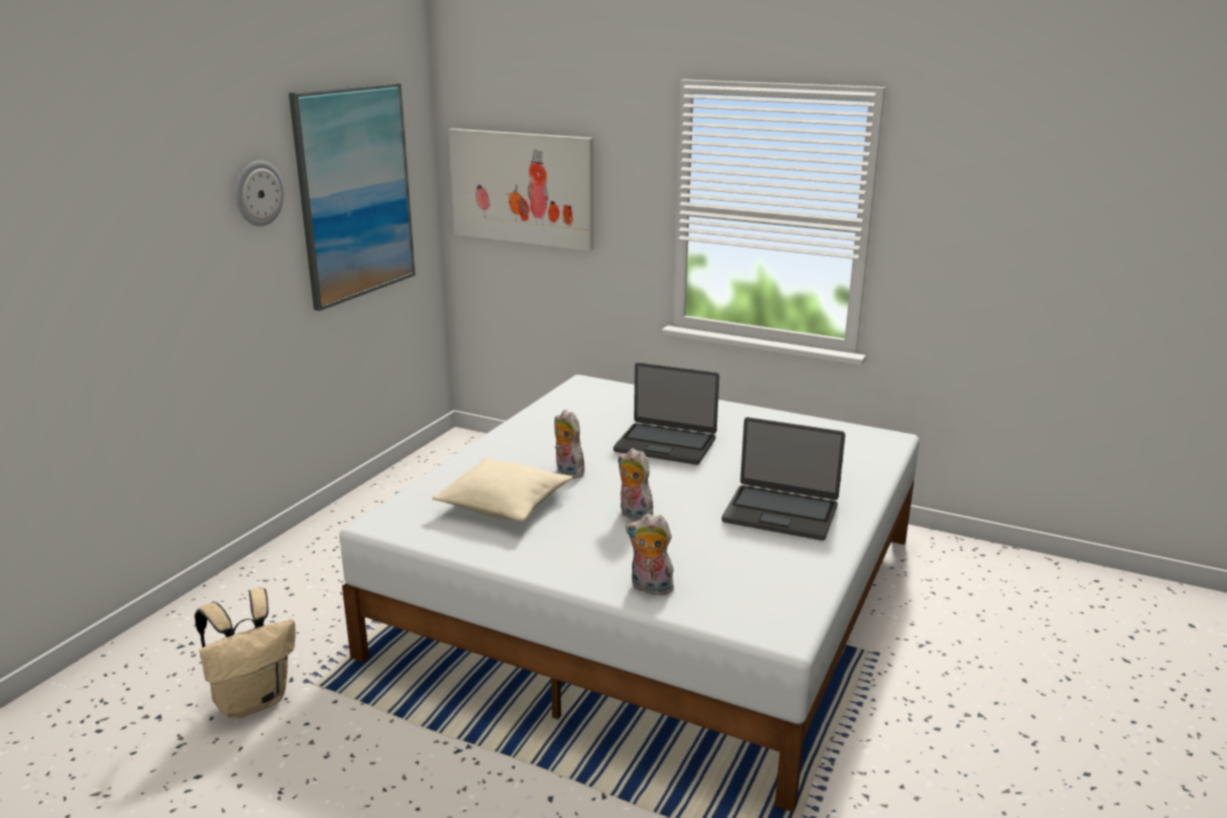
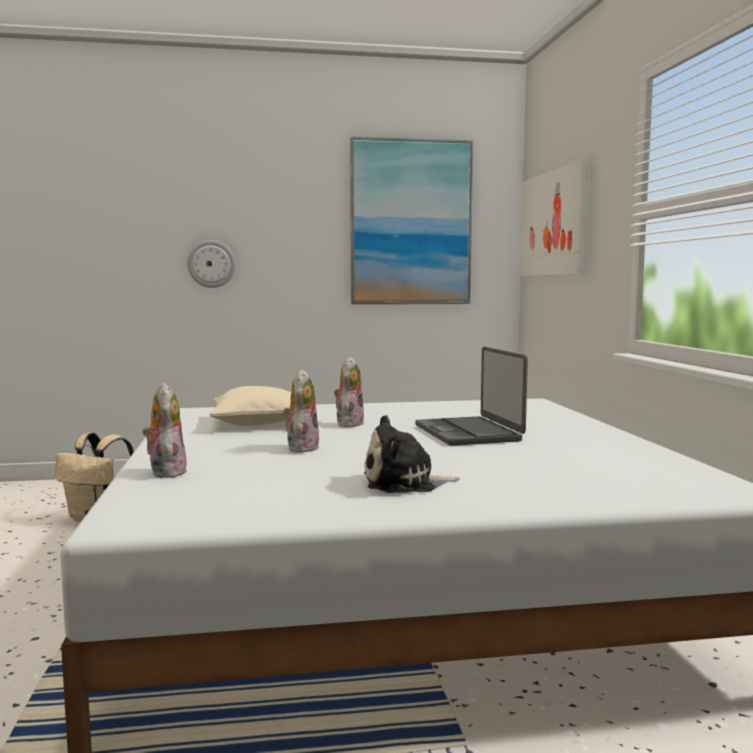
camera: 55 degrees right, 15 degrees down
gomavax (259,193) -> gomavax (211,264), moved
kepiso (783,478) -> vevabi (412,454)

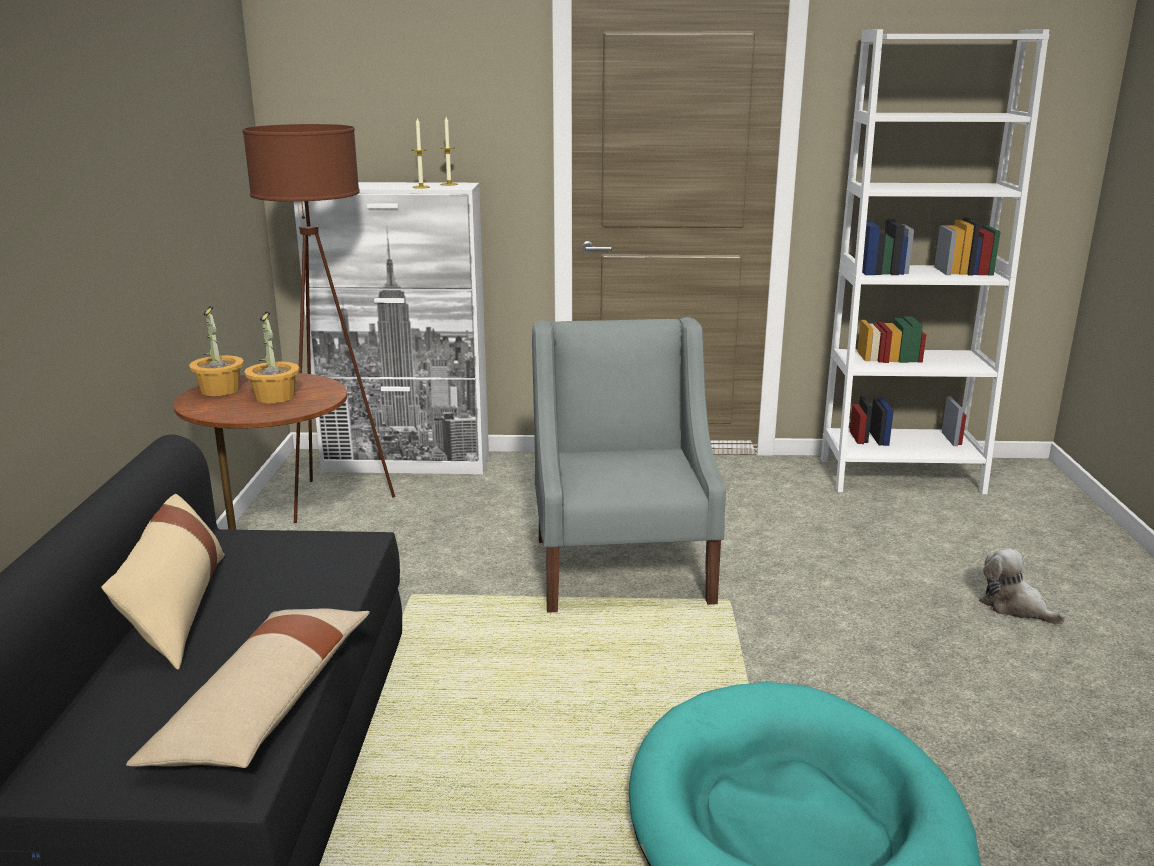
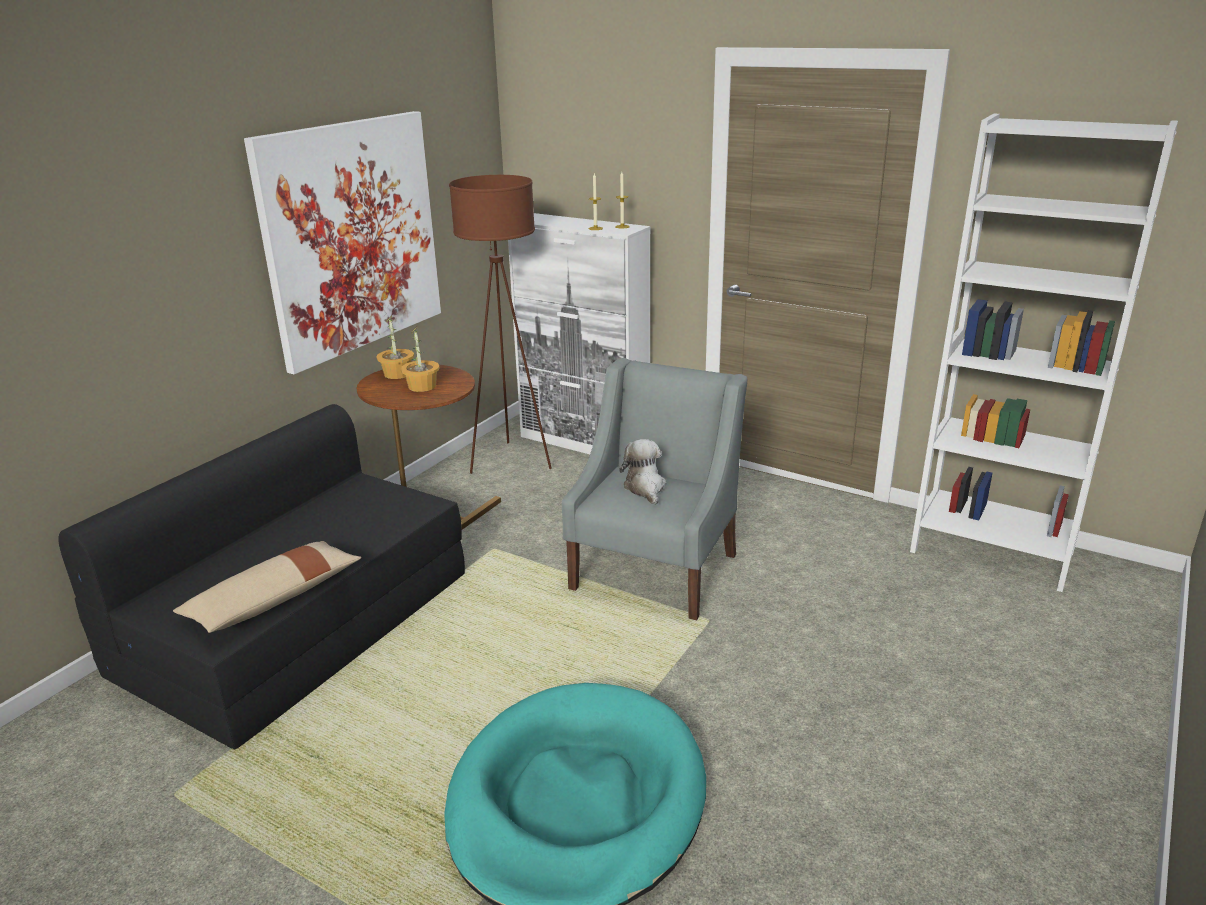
camera: 30 degrees right, 5 degrees up
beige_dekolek (163,582) -> none
vevabi (1023,586) -> vevabi (642,472), moved
none -> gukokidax (342,242)

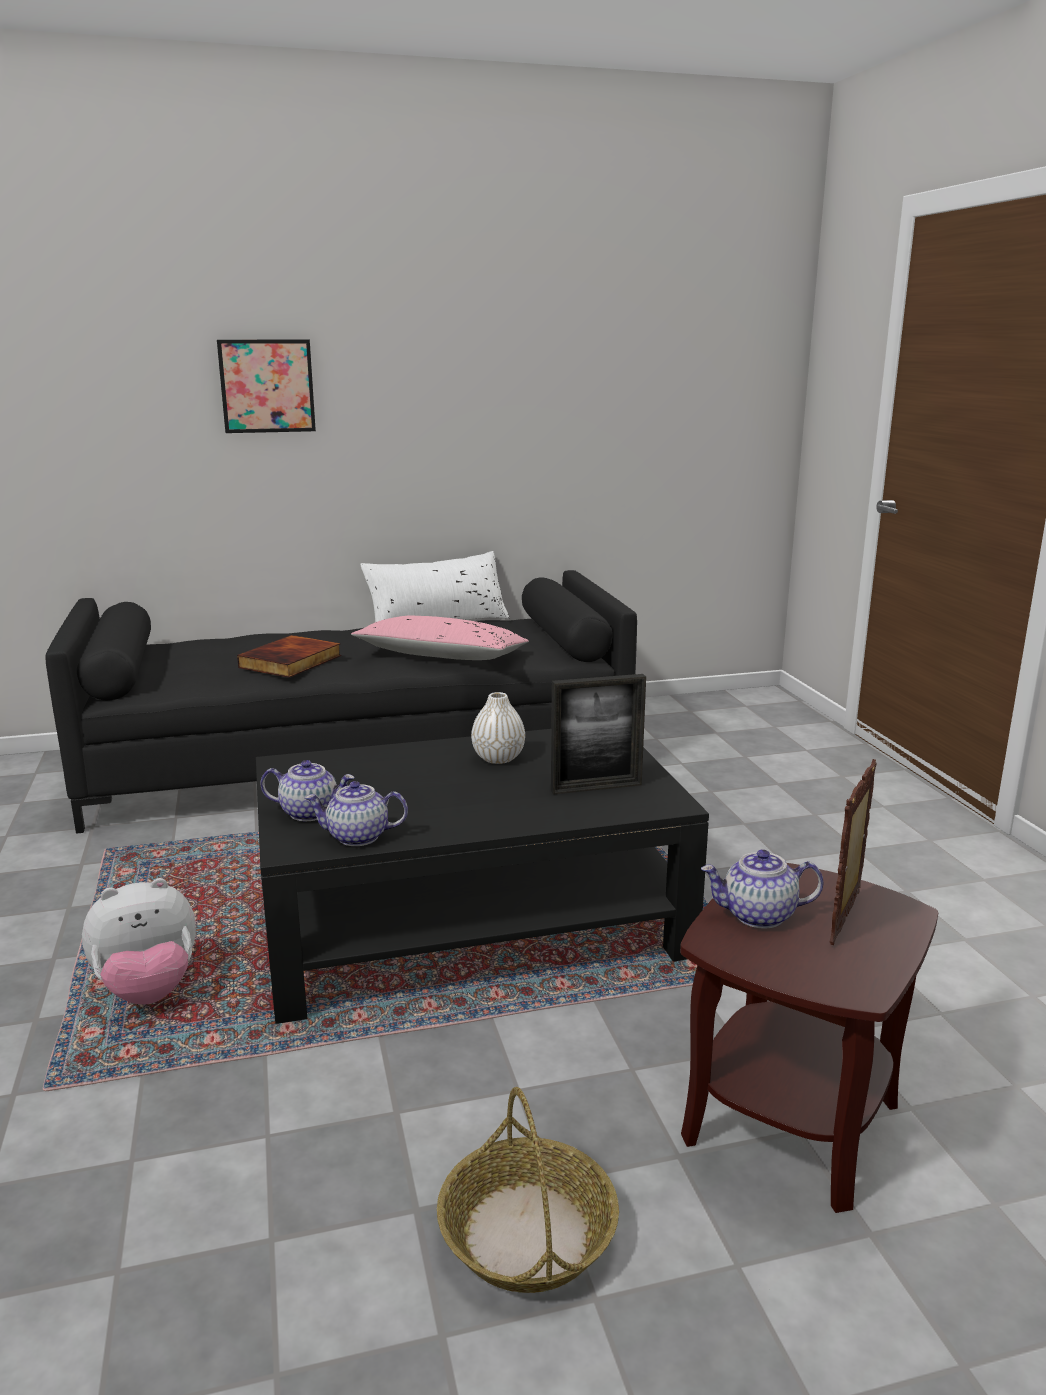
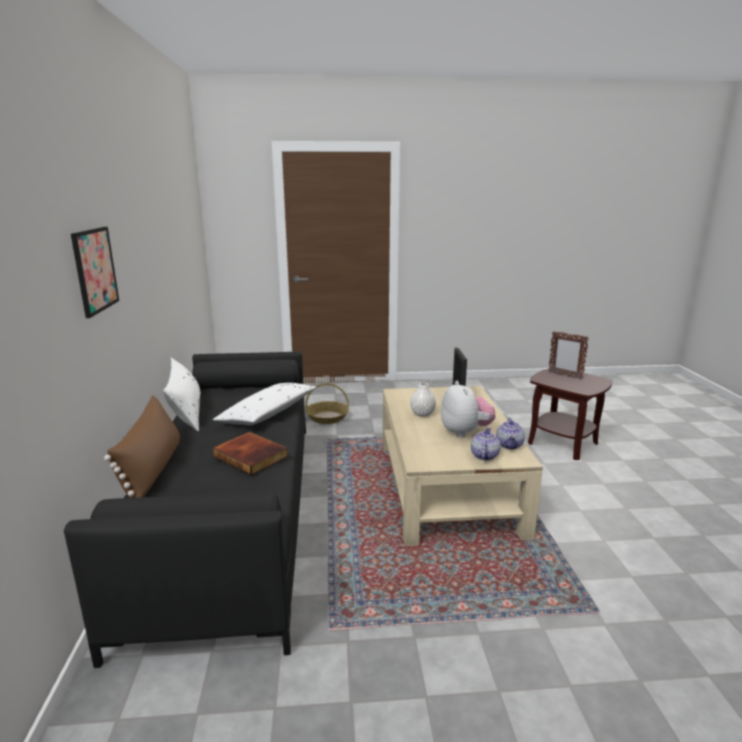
camera: 80 degrees left, 0 degrees up
pink_dekolek (440,638) -> white_dekolek (265,404)
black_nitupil (482,876) -> beige_nitupil (463,466)
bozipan (762,888) -> none
vevabi (139,941) -> vevabi (468,409), moved
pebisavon (528,1190) -> pebisavon (327,403), moved
none -> brown_dekolek (142,446)

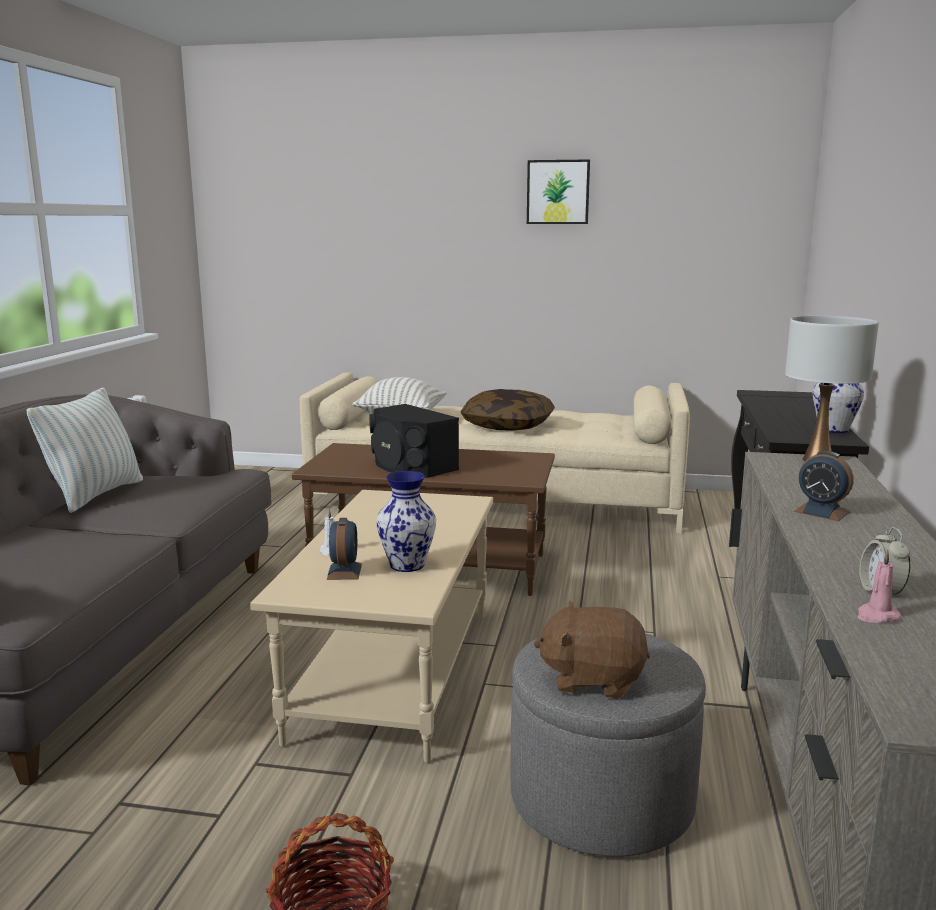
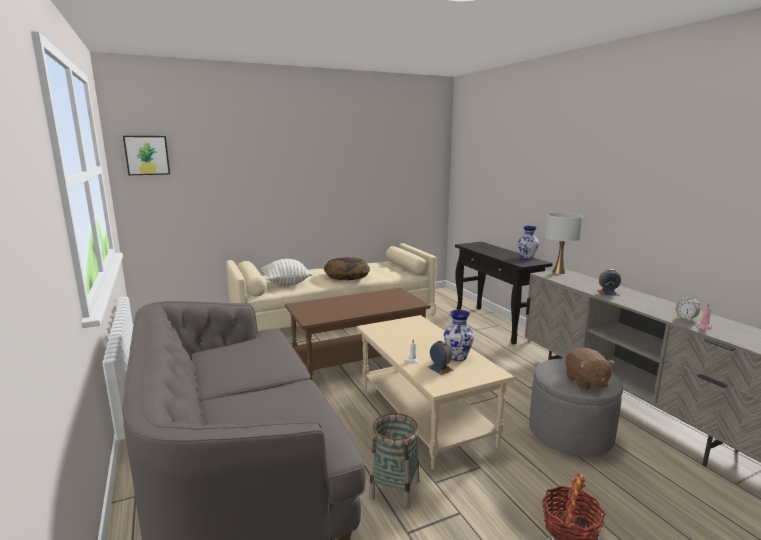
camera: 35 degrees left, 0 degrees up
gukokidax (558,191) -> gukokidax (146,155), moved
dekolek (85,450) -> none
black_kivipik (414,441) -> none
brown_vevabi (592,650) -> brown_vevabi (590,369), 75 degrees counterclockwise
none -> pebisavon (394,461)

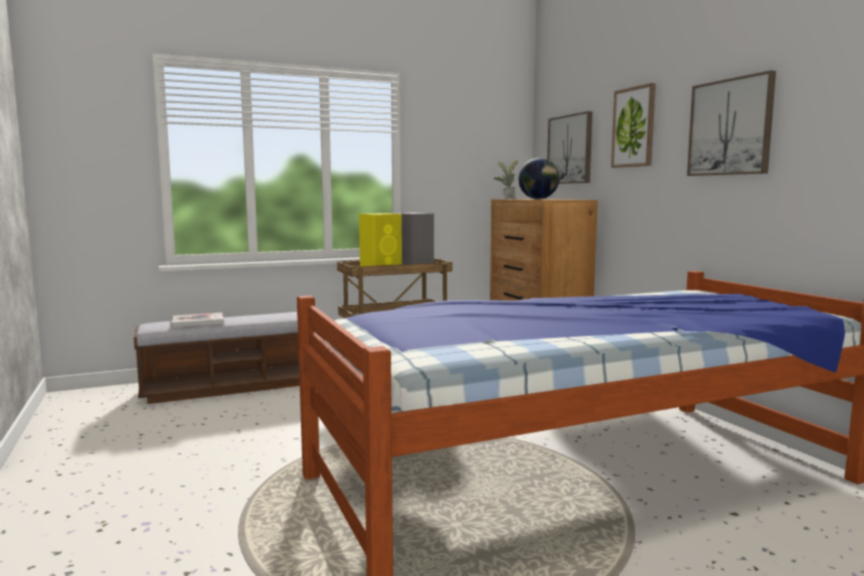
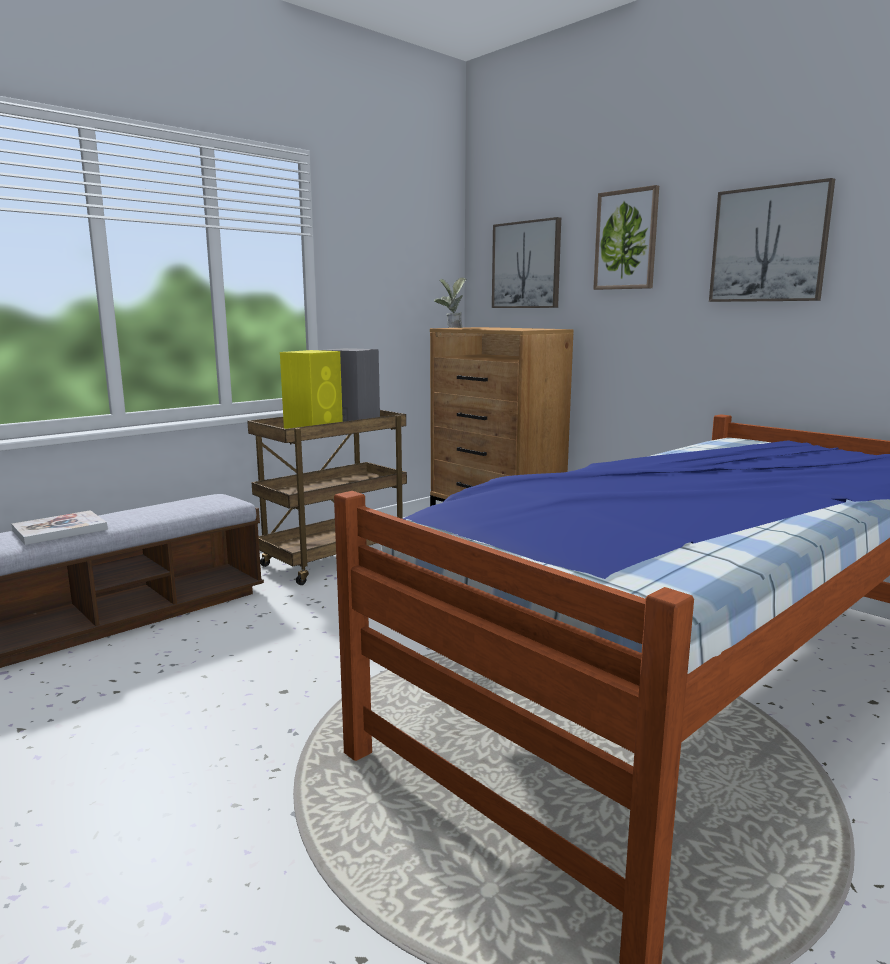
camera: 20 degrees left, 5 degrees up
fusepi (539,179) -> none

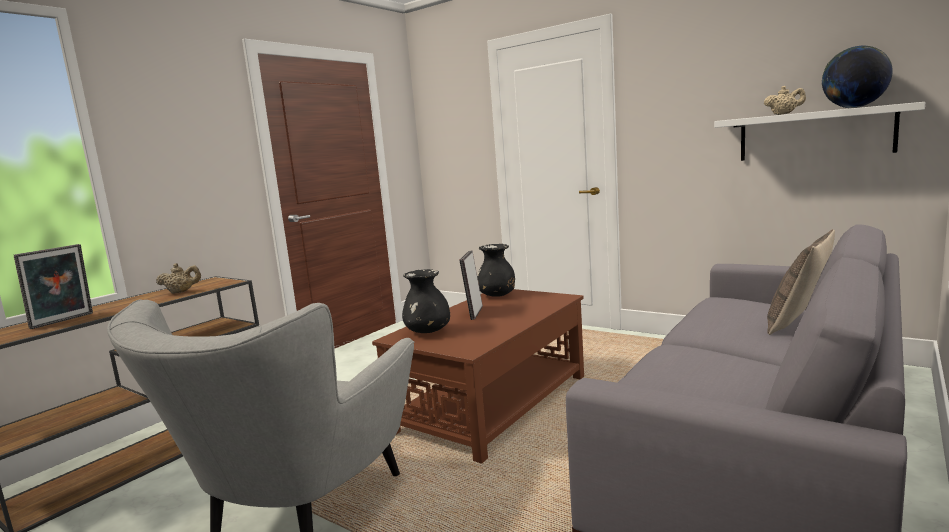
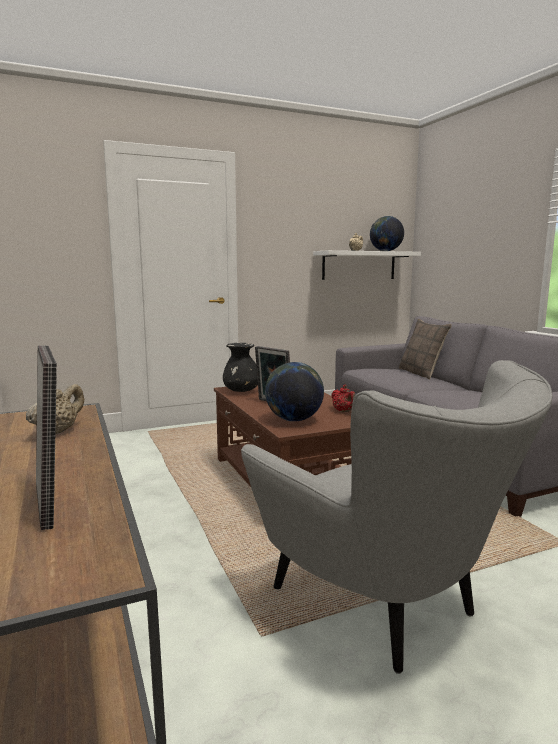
camera: 60 degrees left, 0 degrees up
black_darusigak (426,301) -> fusepi (294,392)
none -> red_bozipan (343,398)

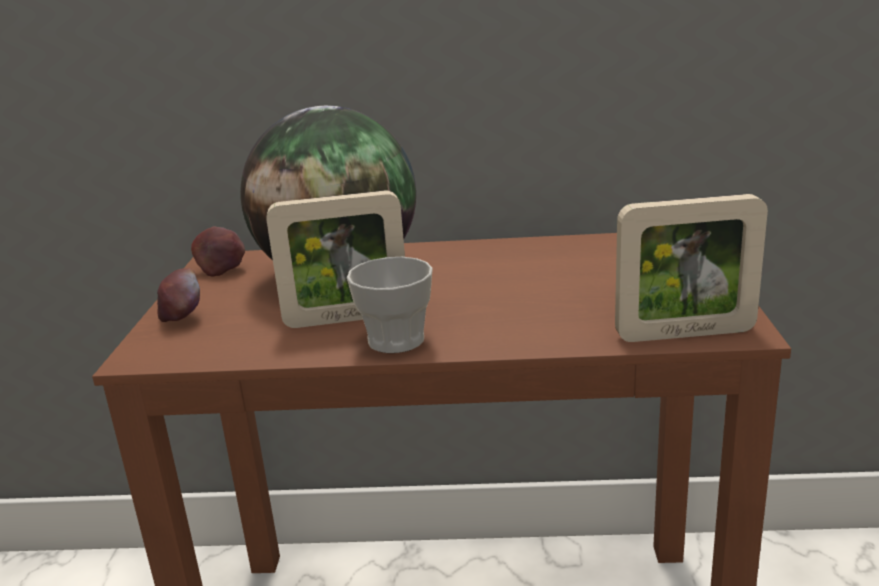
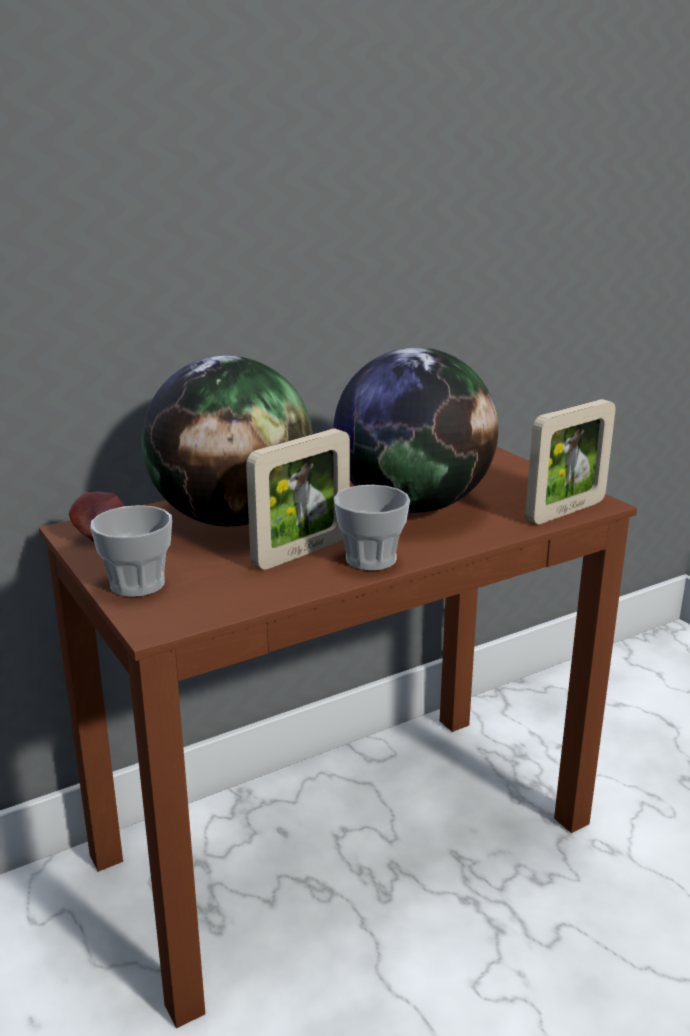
camera: 35 degrees left, 0 degrees up
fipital (178,295) -> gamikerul (131,551)
none -> fusepi (416,430)

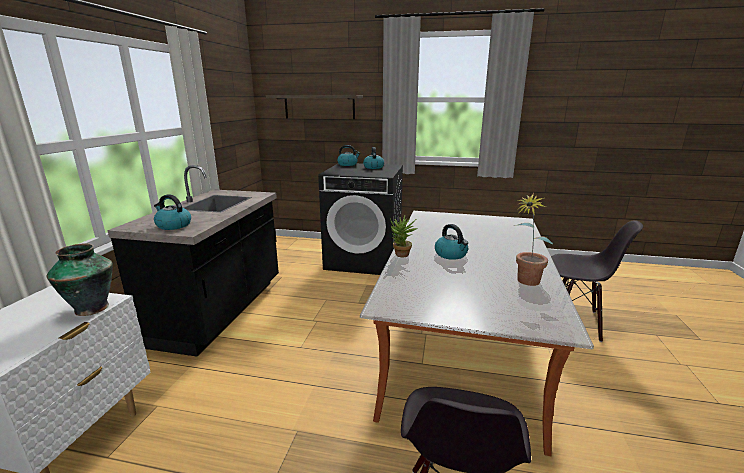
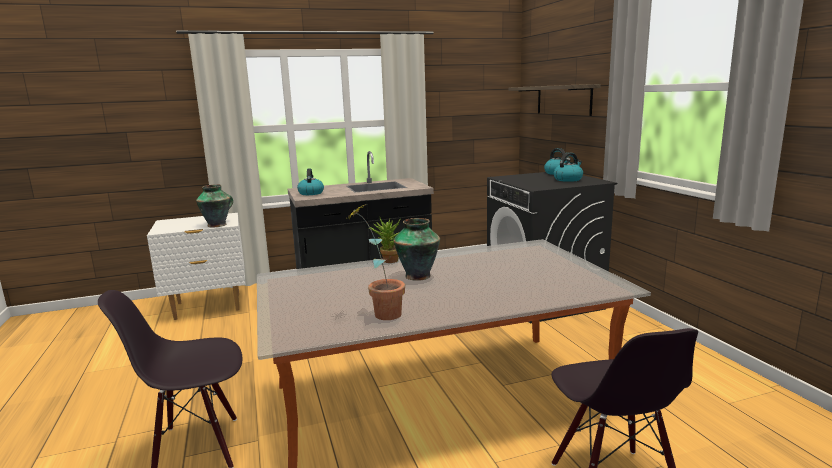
camera: 60 degrees right, 5 degrees down
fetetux (451,242) -> darusigak (417,249)

